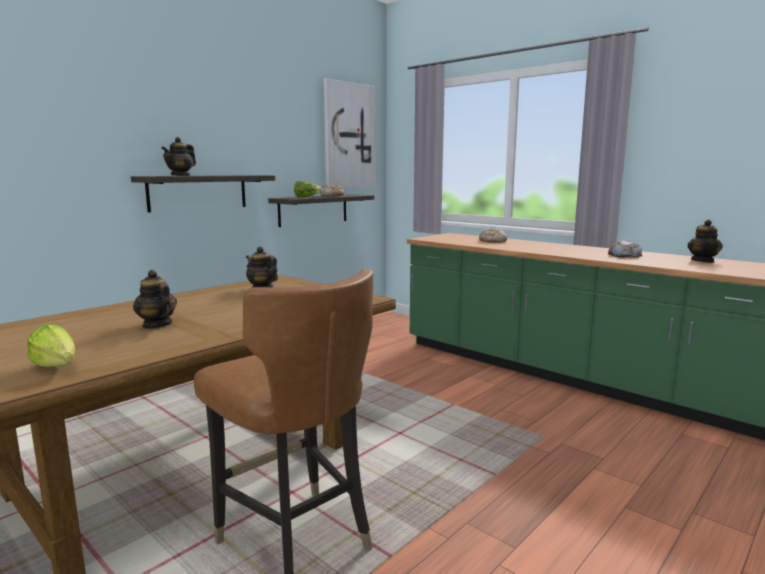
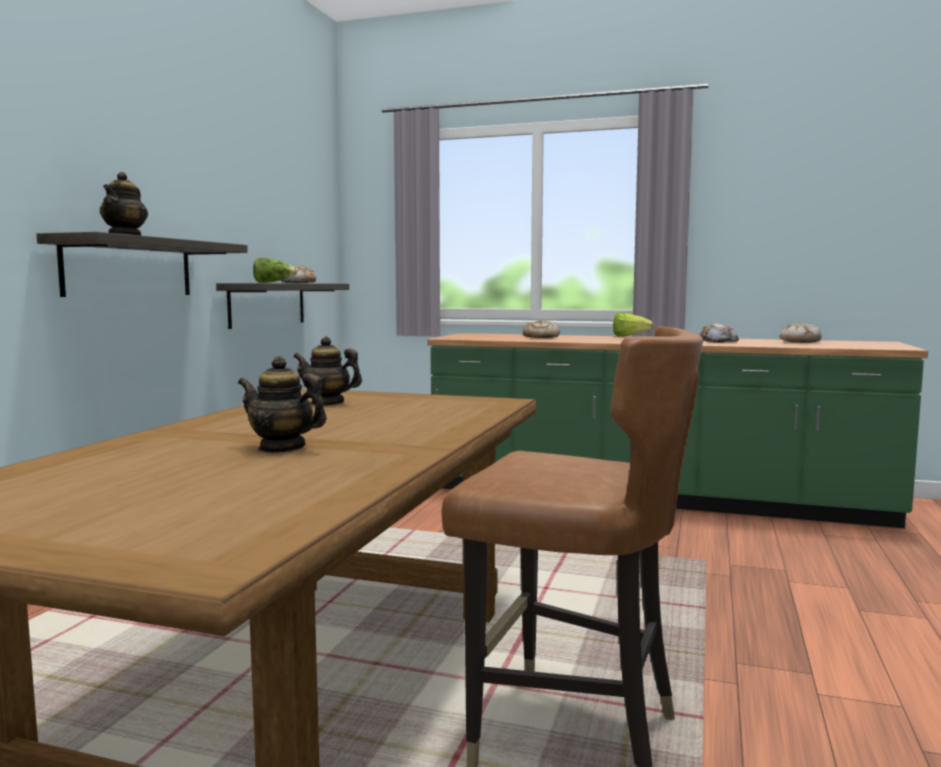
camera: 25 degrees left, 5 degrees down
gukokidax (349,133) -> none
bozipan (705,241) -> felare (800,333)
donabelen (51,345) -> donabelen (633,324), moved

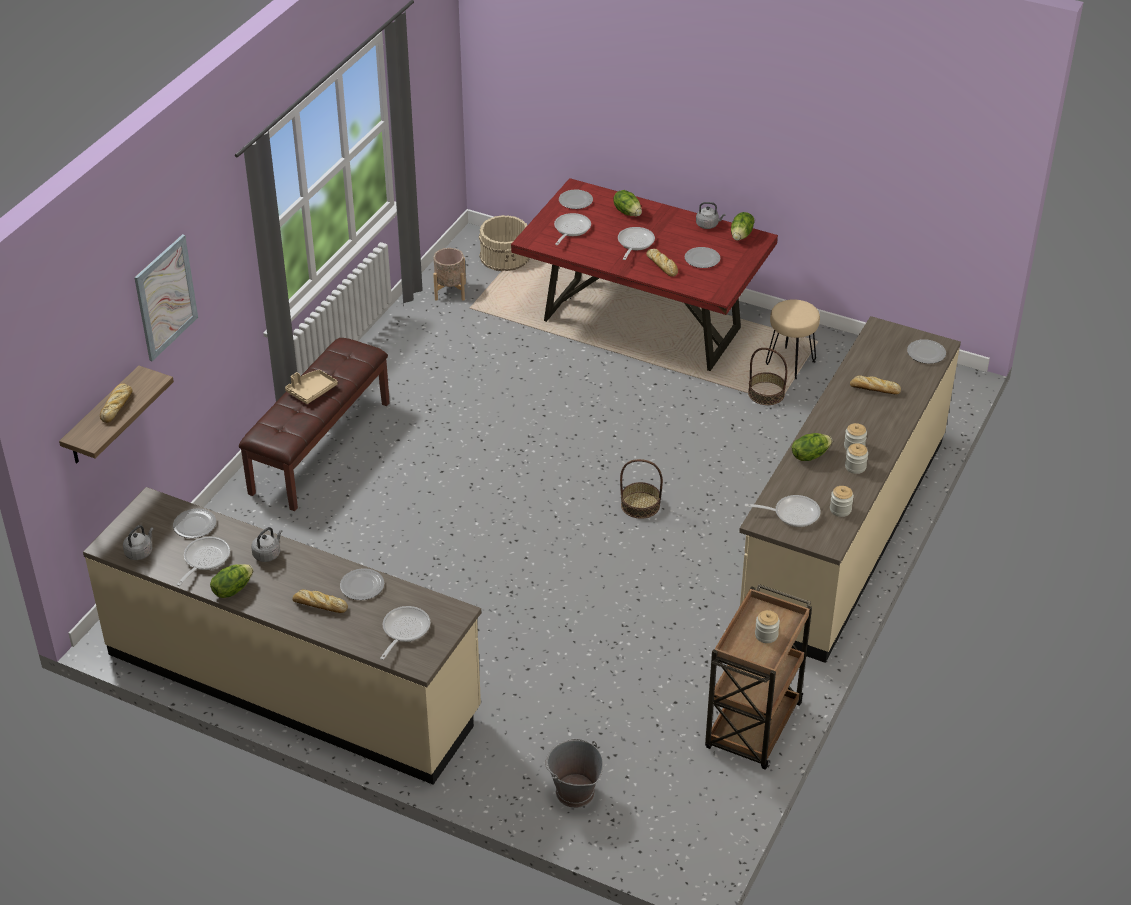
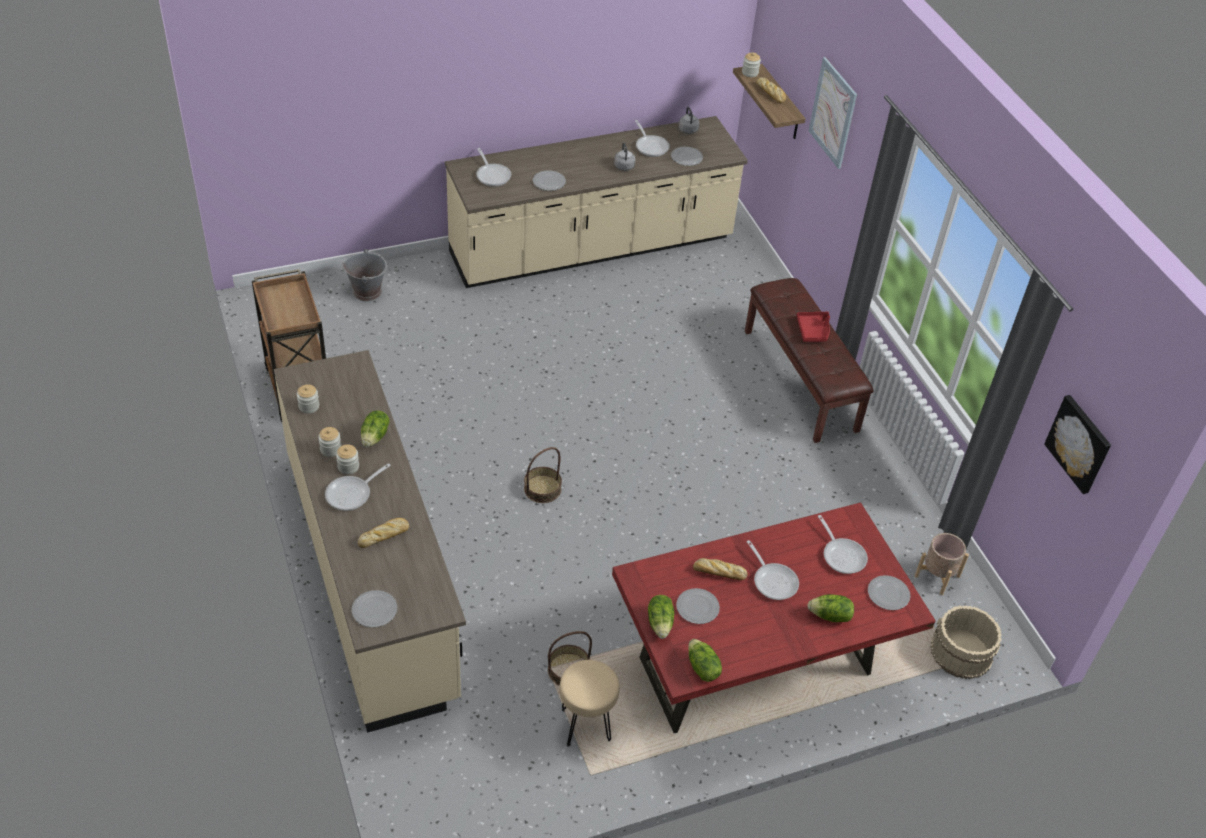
camera: 130 degrees right, 5 degrees up
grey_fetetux (711,215) -> none
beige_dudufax (311,387) -> red_dudufax (813,327)
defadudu (783,511) -> defadudu (358,487), moved
donabelen (231,581) -> donabelen (661,617), moved
felare (320,601) -> none
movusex (767,626) -> movusex (751,65), moved
none -> gukokidax (1077,444)

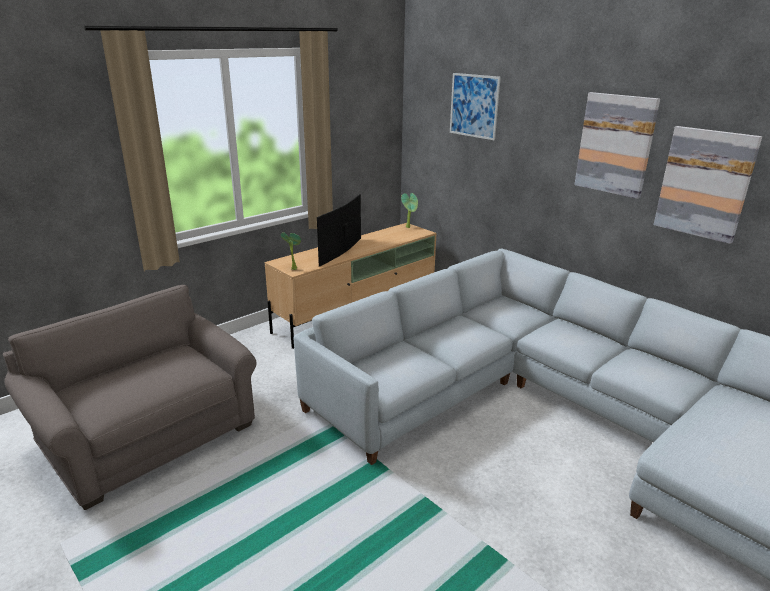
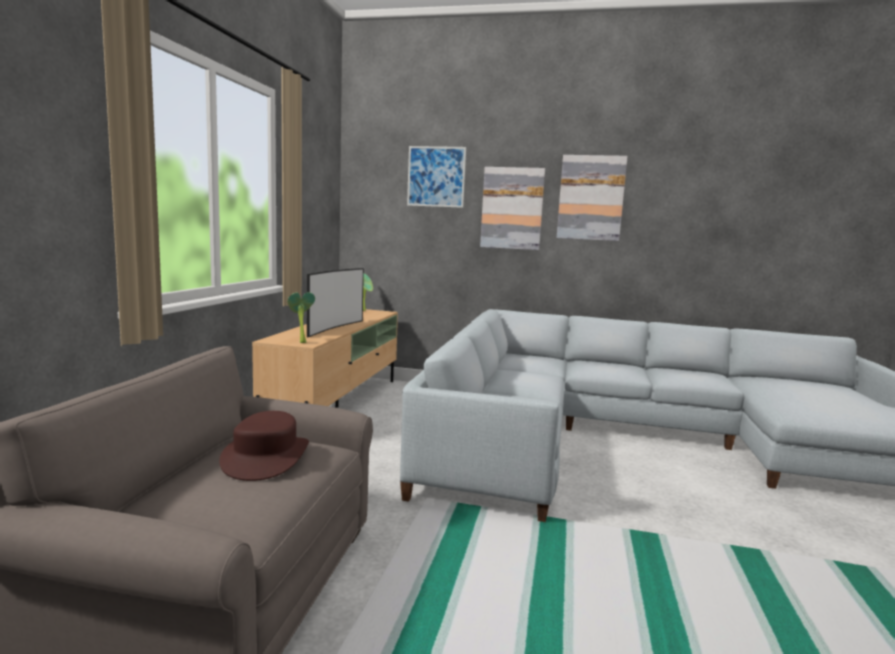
camera: 35 degrees left, 15 degrees down
gukokidax (708,185) -> gukokidax (512,208), moved
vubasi (339,230) -> vubasi (335,302), 150 degrees counterclockwise
none -> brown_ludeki (264,446)

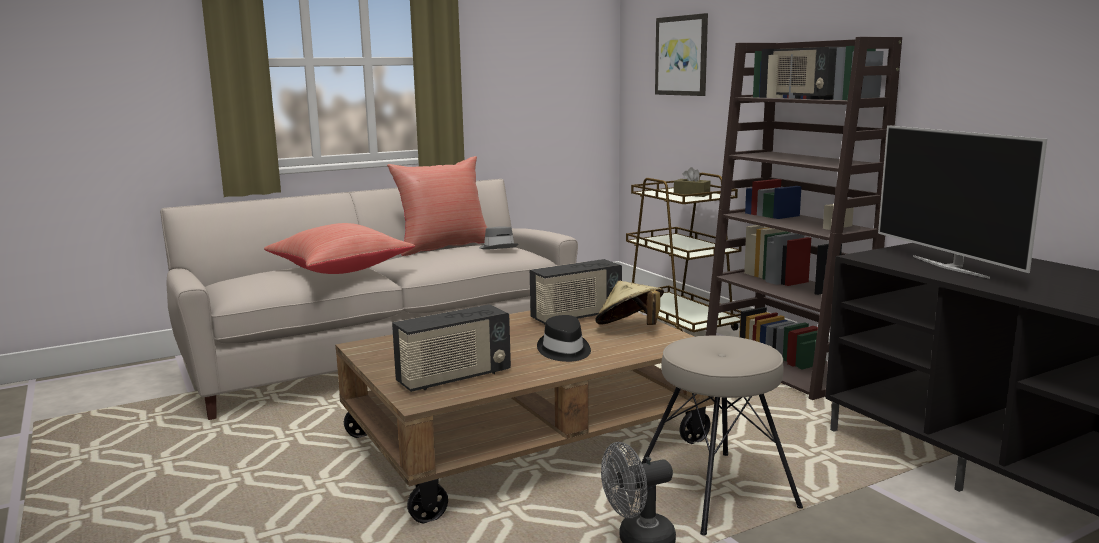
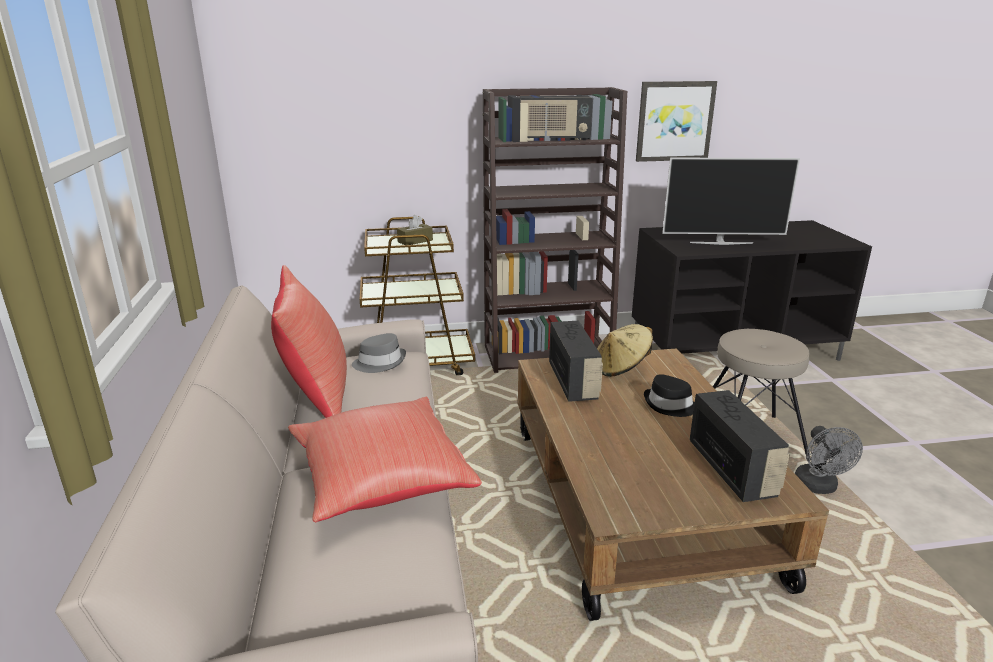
camera: 70 degrees left, 10 degrees up
gukokidax (681,54) -> gukokidax (676,121), moved

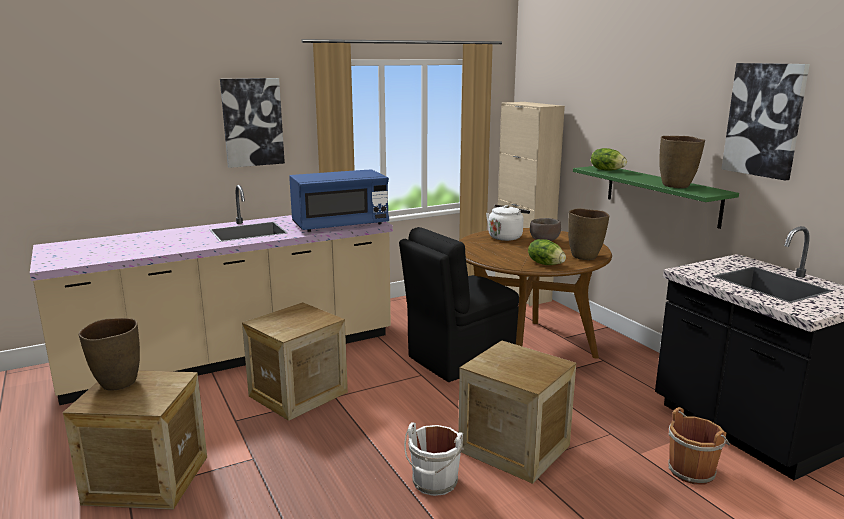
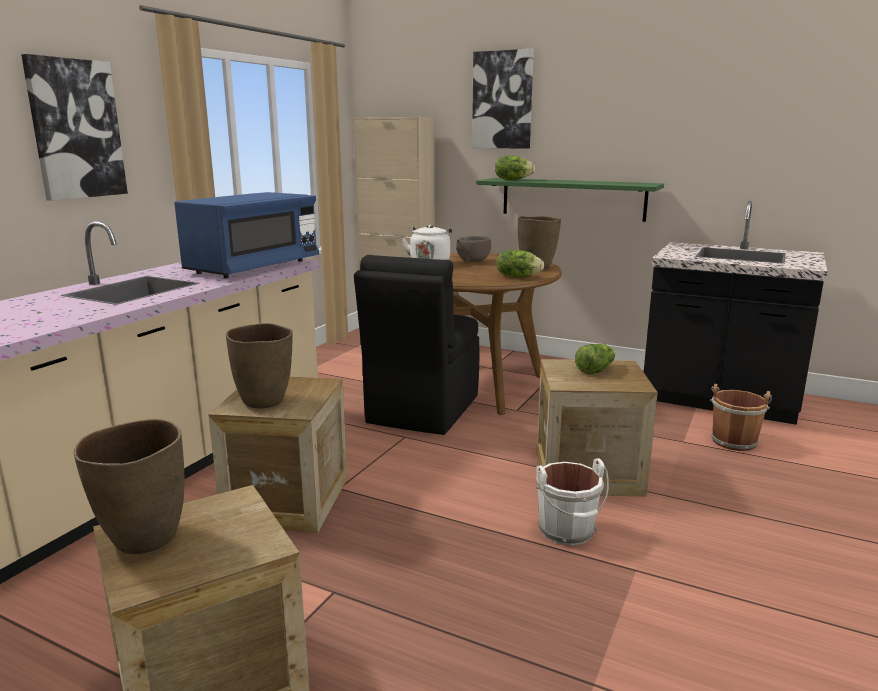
camera: 35 degrees left, 0 degrees up
gukokidax (766,122) -> gukokidax (503,99), moved
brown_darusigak (682,162) -> brown_darusigak (259,366), moved
none -> donabelen (595,359)

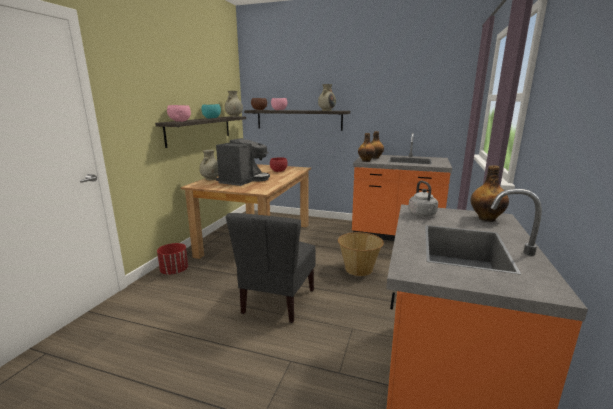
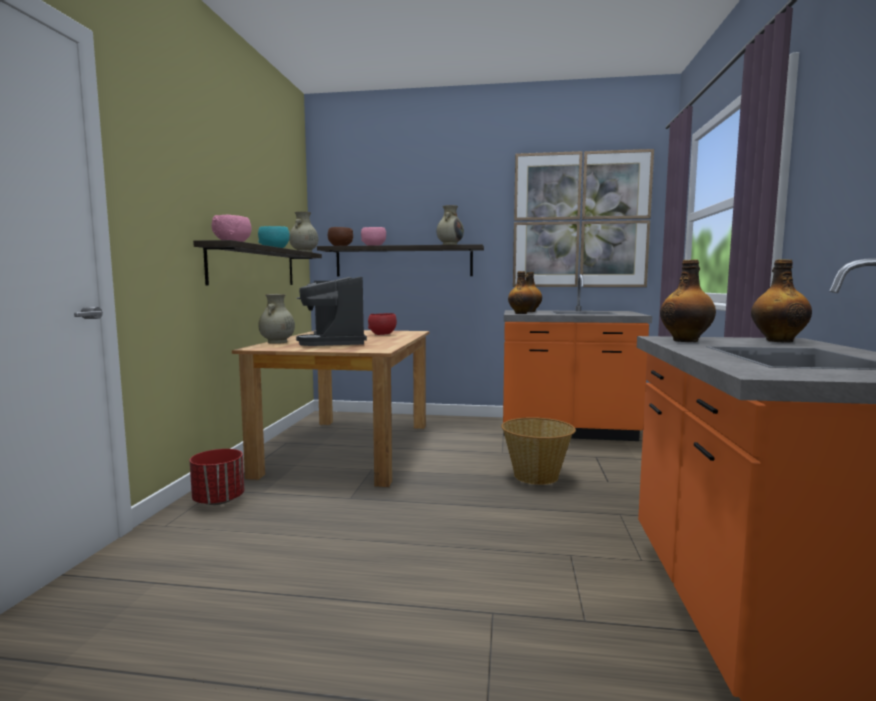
camera: 10 degrees left, 10 degrees down
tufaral (243,162) -> tufaral (331,311), 150 degrees clockwise
grey_fetetux (423,199) -> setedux (688,300)
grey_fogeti (271,268) -> none
none -> gukokidax (583,218)

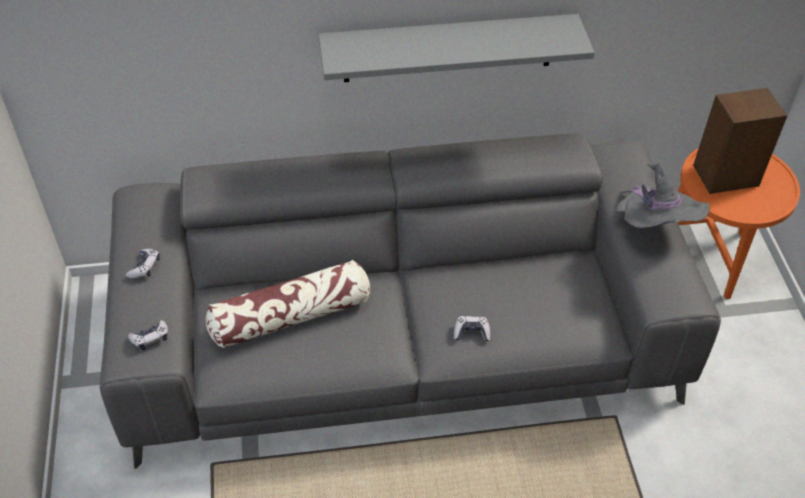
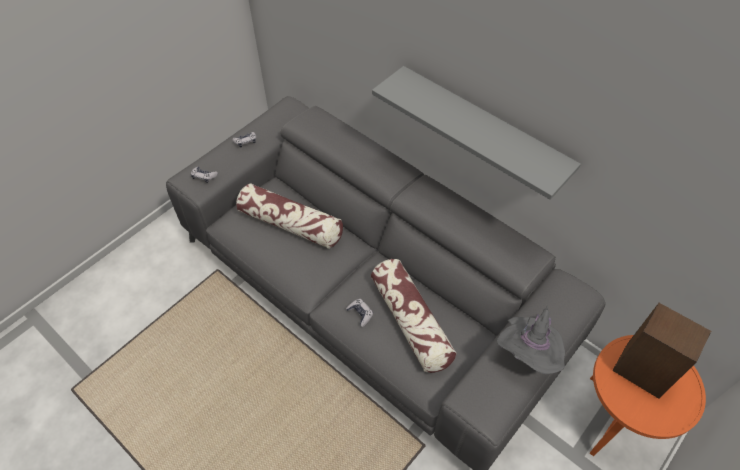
camera: 50 degrees right, 5 degrees up
none -> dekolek (414,316)

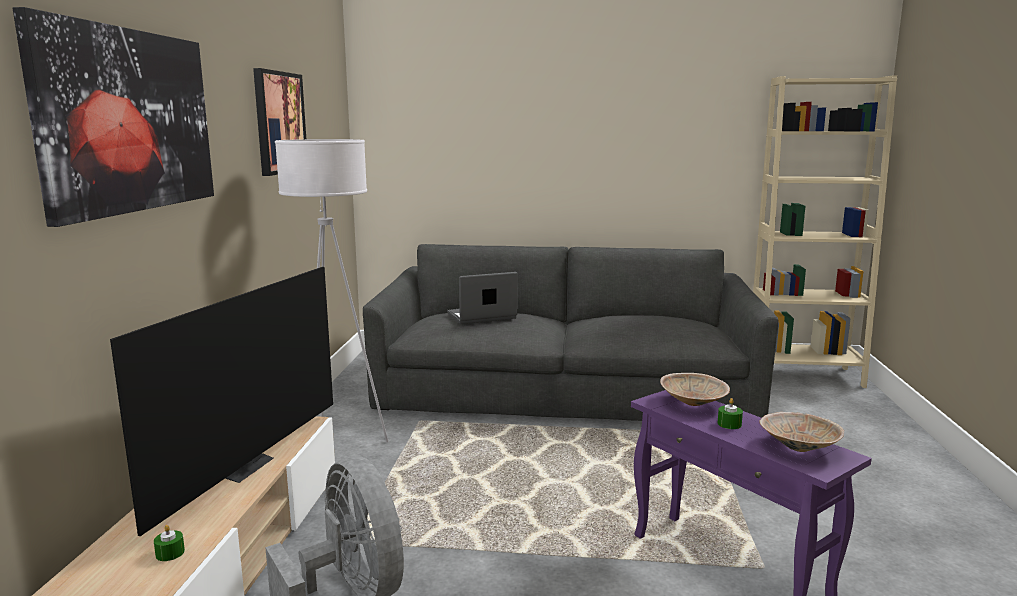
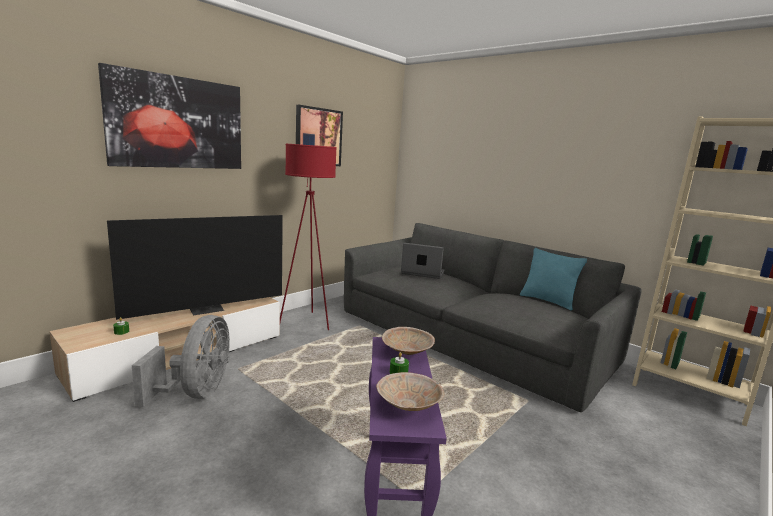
camera: 35 degrees right, 0 degrees up
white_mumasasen (332,290) -> red_mumasasen (308,237)
none -> turquoise_dekolek (553,279)

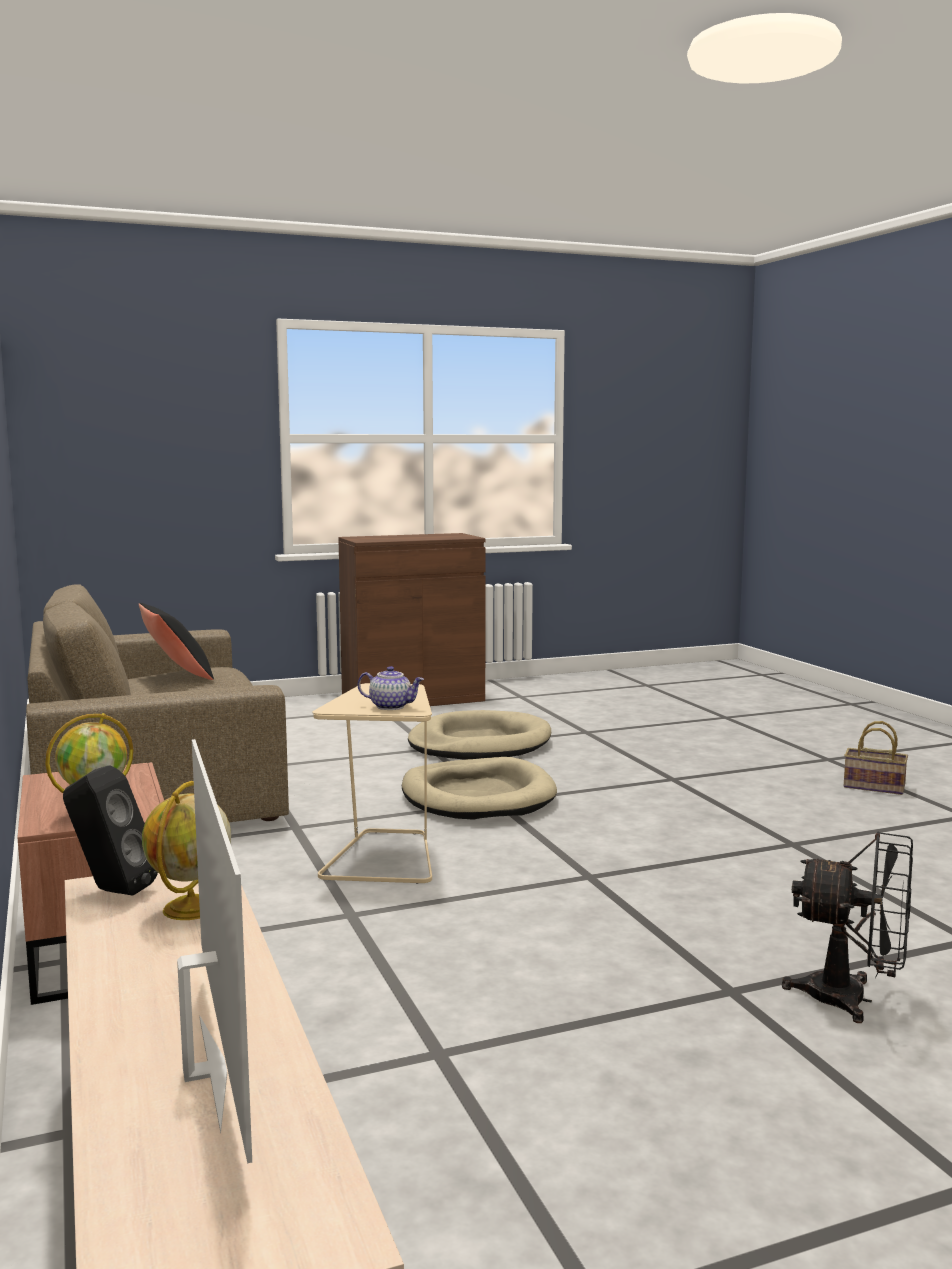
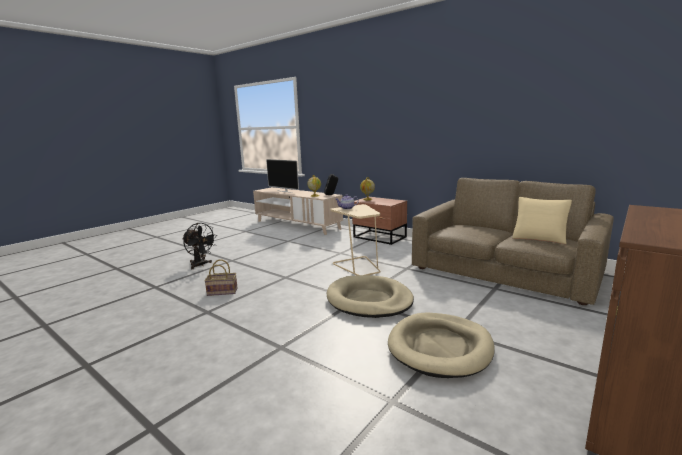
camera: 150 degrees right, 5 degrees up
black_dekolek (176,641) -> beige_dekolek (542,220)
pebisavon (876,758) -> pebisavon (221,277), moved
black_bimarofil (847,927) -> black_bimarofil (198,246), 135 degrees counterclockwise

